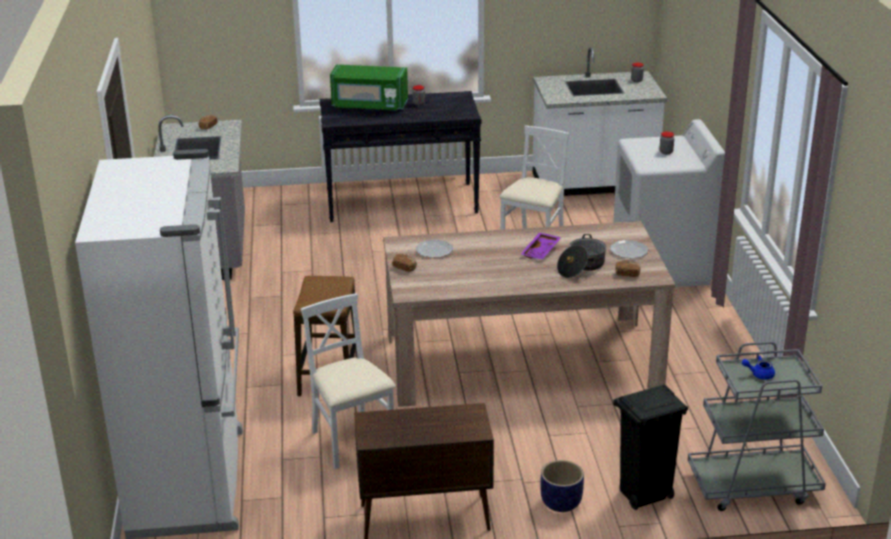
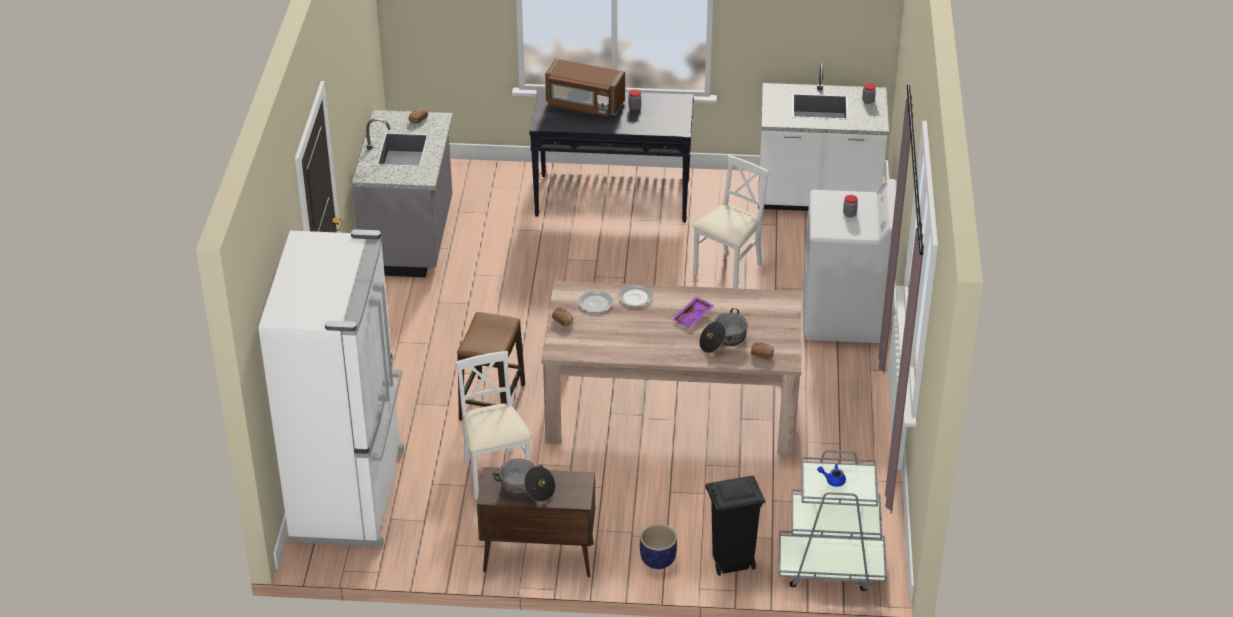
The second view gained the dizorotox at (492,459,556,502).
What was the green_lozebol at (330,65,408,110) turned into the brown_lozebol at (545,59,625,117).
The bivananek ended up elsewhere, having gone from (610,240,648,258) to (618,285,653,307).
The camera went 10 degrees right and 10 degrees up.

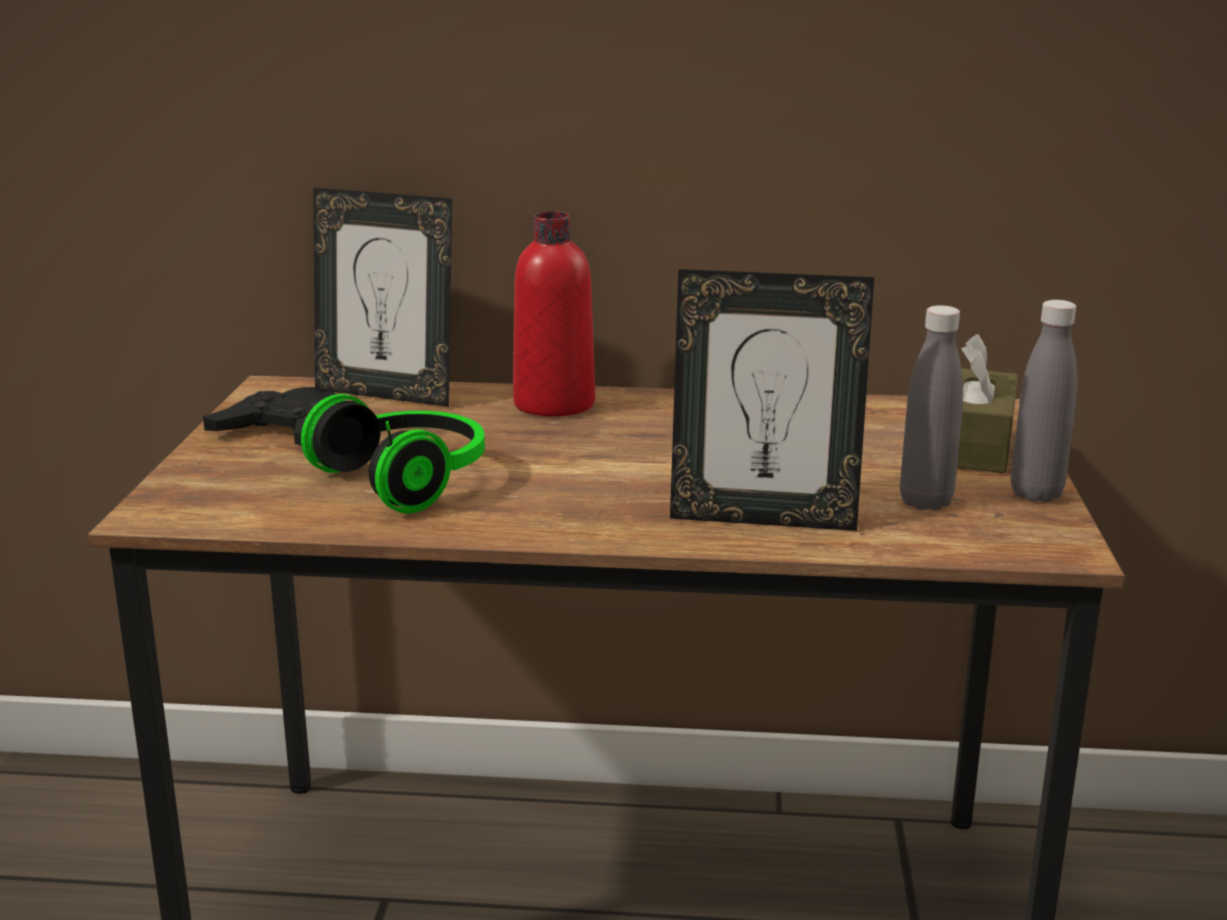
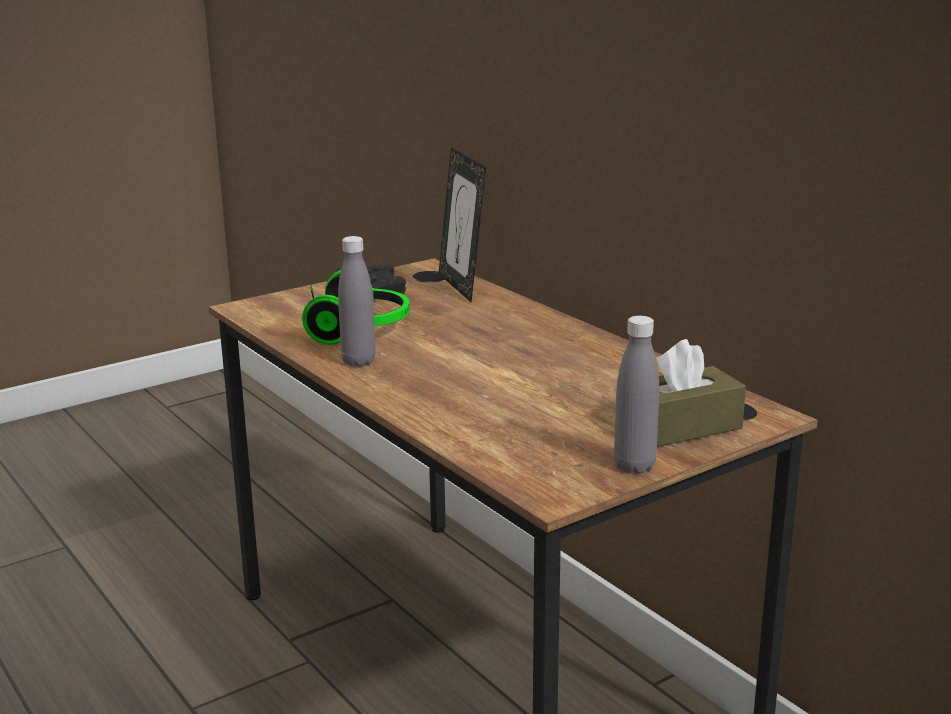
The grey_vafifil ended up elsewhere, having gone from (900,305,963,510) to (338,236,376,367).
The second view lost the red_vafifil at (513,212,595,417).
The second view lost the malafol at (670,269,874,531).
The camera went 50 degrees right and 0 degrees up.

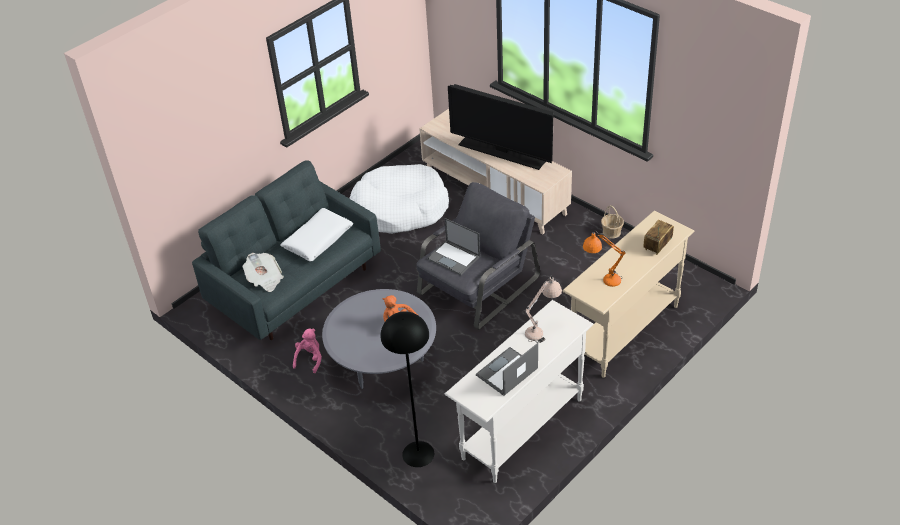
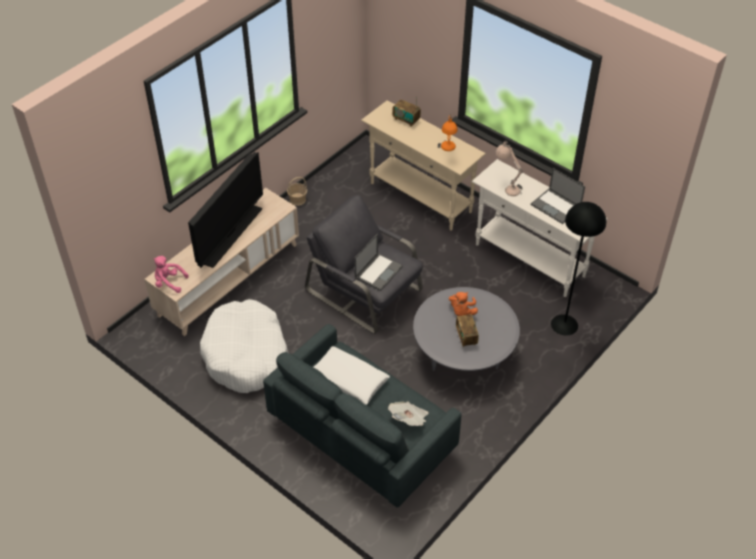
The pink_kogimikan ended up elsewhere, having gone from (293,329,322,373) to (154,256,189,293).
The second view gained the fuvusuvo at (456,314,479,347).
The camera went 95 degrees left and 5 degrees up.

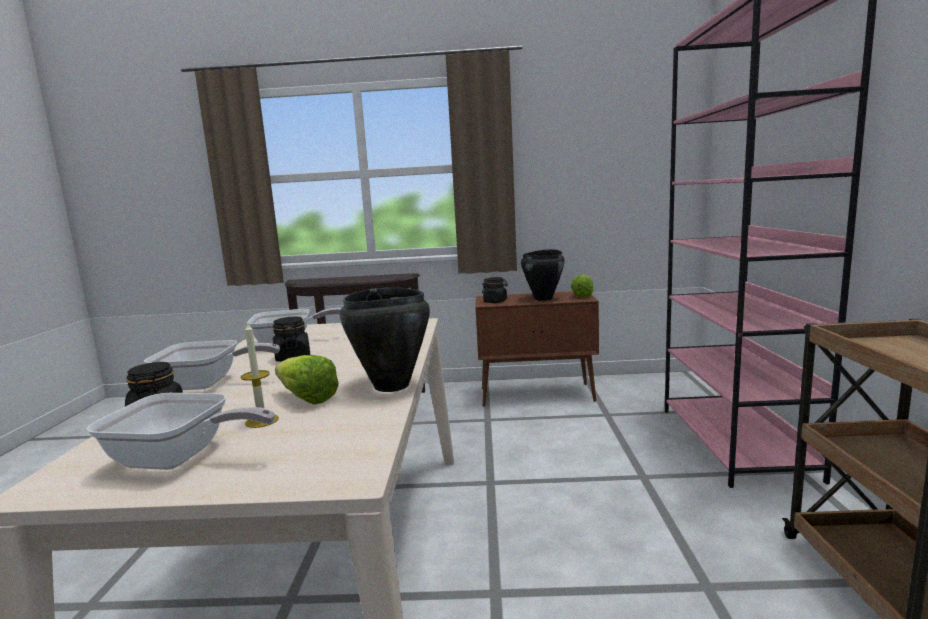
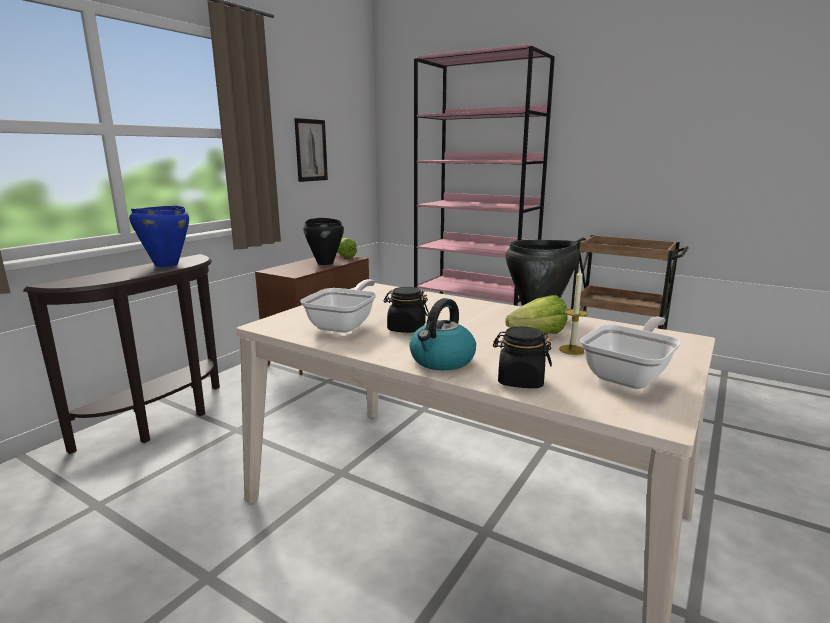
The second view gained the blue_dizorotox at (129,206,189,267).
The second view gained the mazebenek at (294,118,328,182).
Where the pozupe stood at (144,340,280,390), the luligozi came to stand at (409,298,476,370).
The second view lost the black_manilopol at (482,277,508,303).
The camera went 60 degrees left and 5 degrees up.

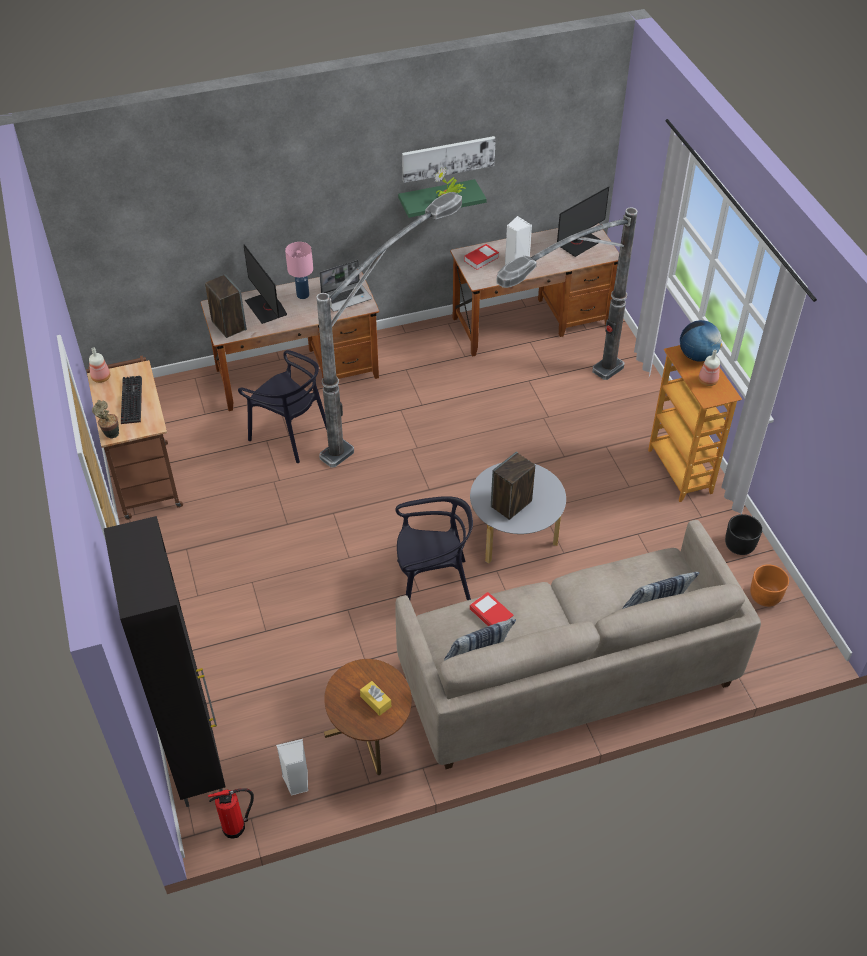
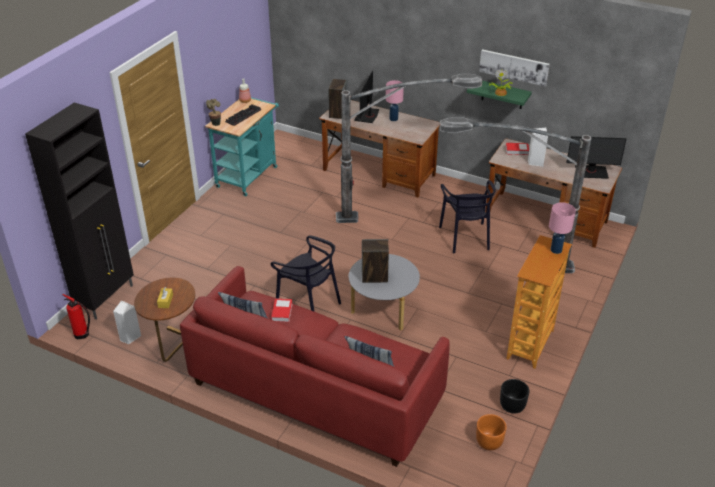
What was the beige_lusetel at (395,520,761,769) turned into the red_lusetel at (180,266,450,467).
What was the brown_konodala at (86,355,183,520) turned into the turquoise_konodala at (205,97,279,196).
The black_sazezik ended up elsewhere, having gone from (238,350,327,463) to (439,180,496,253).
Where the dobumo stood at (680,320,722,362), the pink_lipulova came to stand at (549,202,576,254).
The second view lost the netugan at (319,260,372,312).
The second view lost the vafifil at (698,350,720,386).
The camera went 45 degrees right and 10 degrees down.

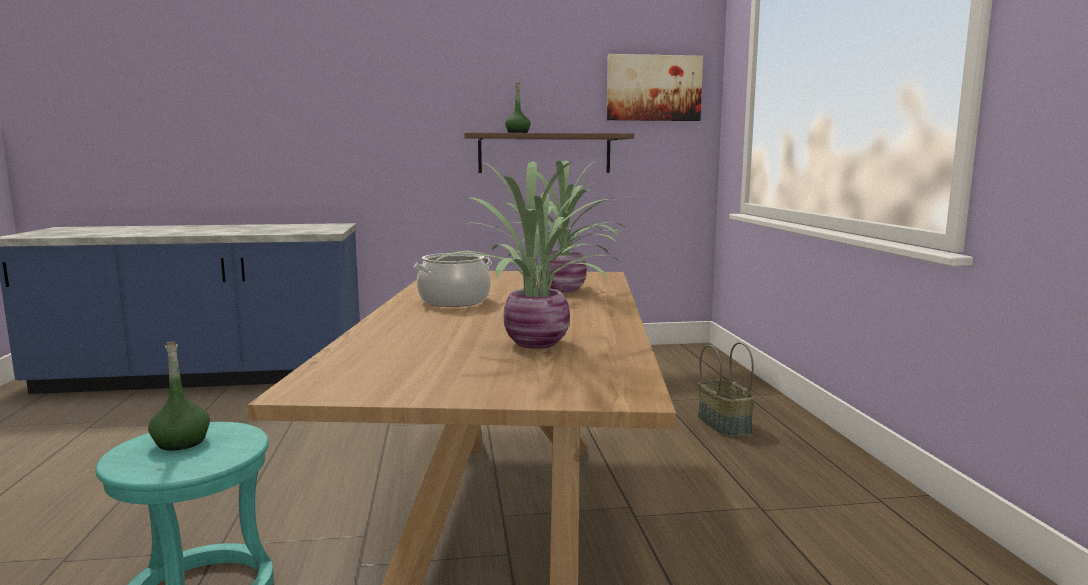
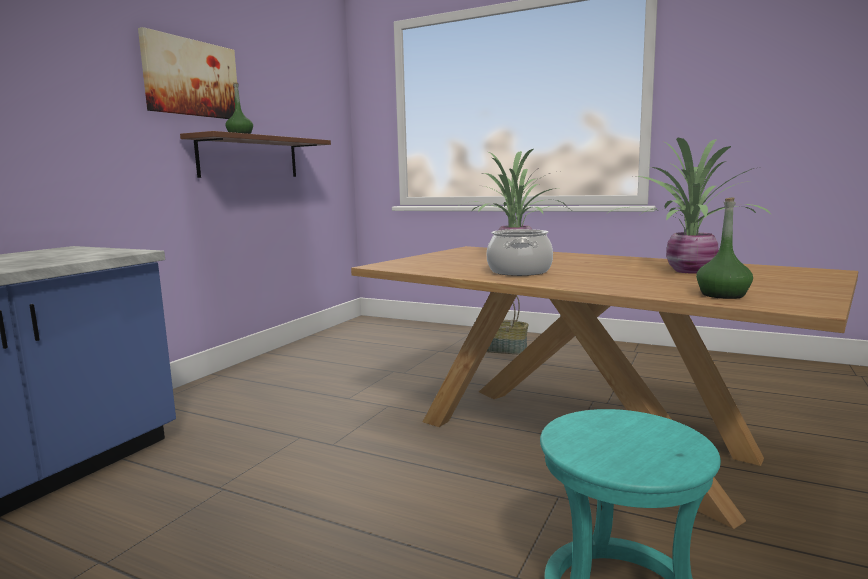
The mazebenek ended up elsewhere, having gone from (607,54,703,121) to (138,27,237,119).
The green_vafifil ended up elsewhere, having gone from (148,341,210,451) to (696,197,753,299).
The camera went 55 degrees left and 0 degrees up.

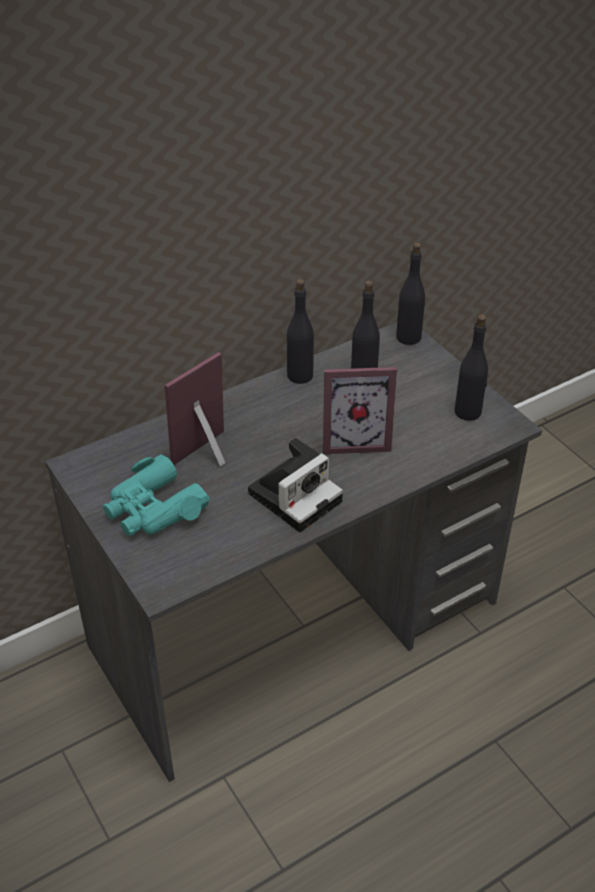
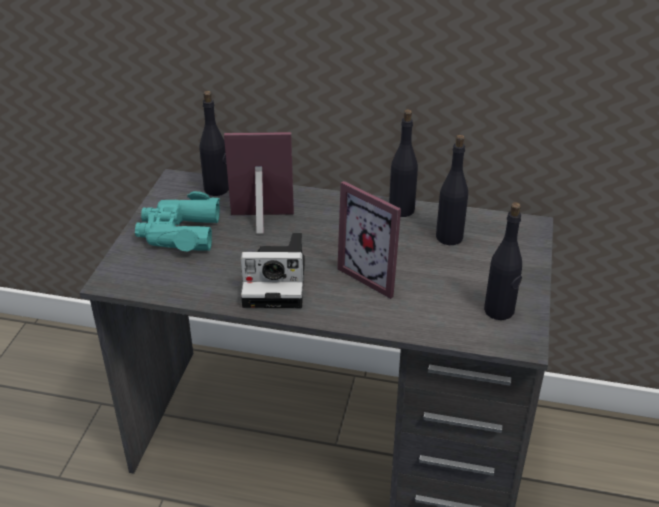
The black_vafifil ended up elsewhere, having gone from (396,243,425,345) to (200,91,229,196).
The camera went 45 degrees right and 5 degrees down.

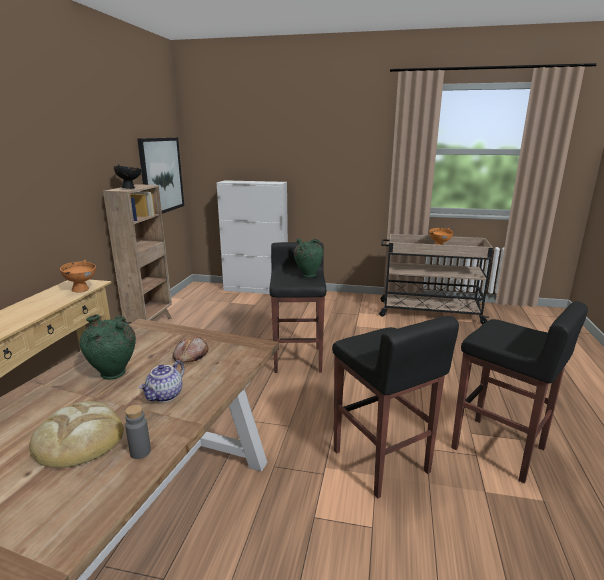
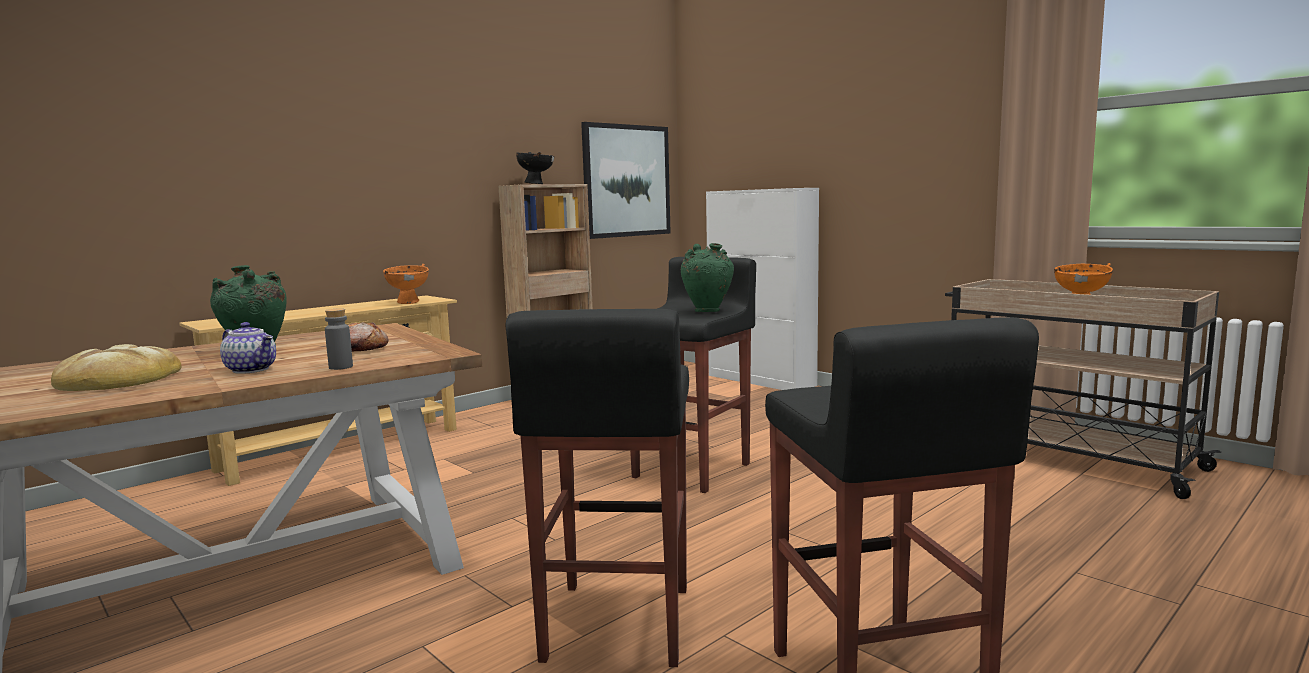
The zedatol at (139,360,185,402) ended up facing another way, 120 degrees counterclockwise from before.
The grey_vafifil ended up elsewhere, having gone from (125,405,151,459) to (325,308,353,370).
The camera went 35 degrees right and 10 degrees down.

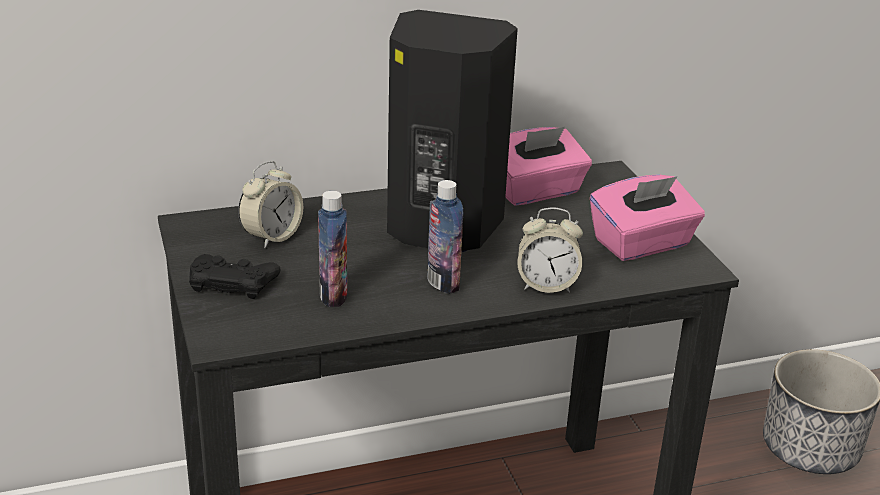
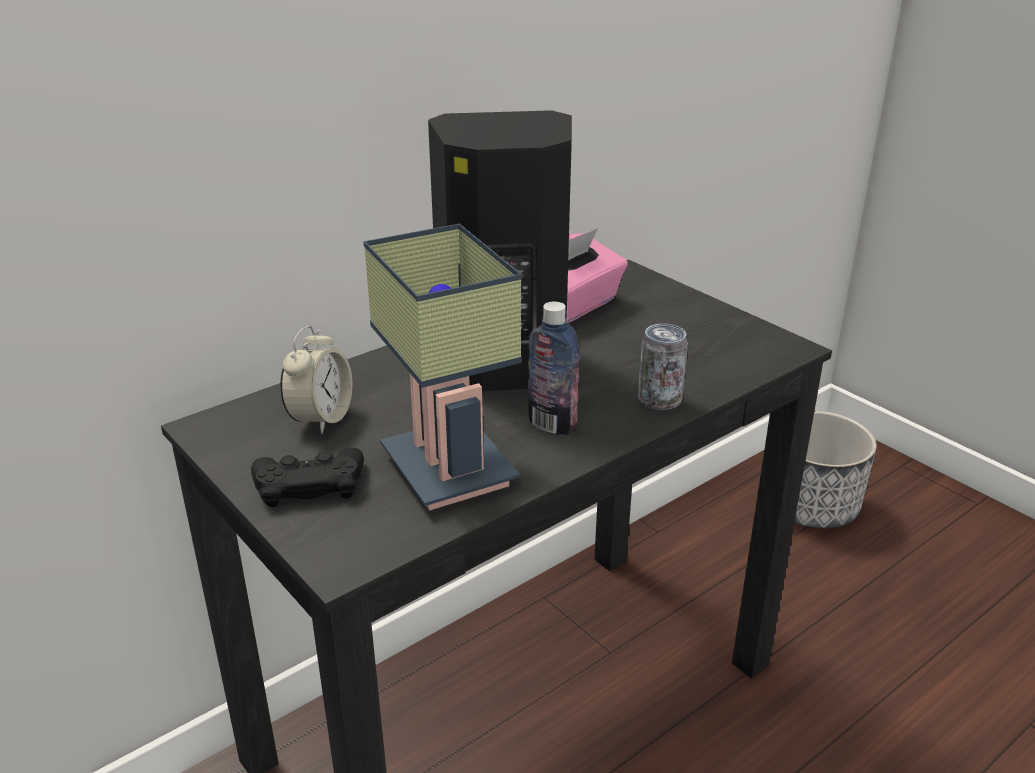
Where the vafifil stood at (318,191,347,307), the lipulova came to stand at (363,224,522,511).
Where the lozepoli stood at (517,207,583,293), the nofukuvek came to stand at (638,324,688,410).
The second view lost the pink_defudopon at (590,174,705,261).
The camera went 20 degrees left and 0 degrees up.

